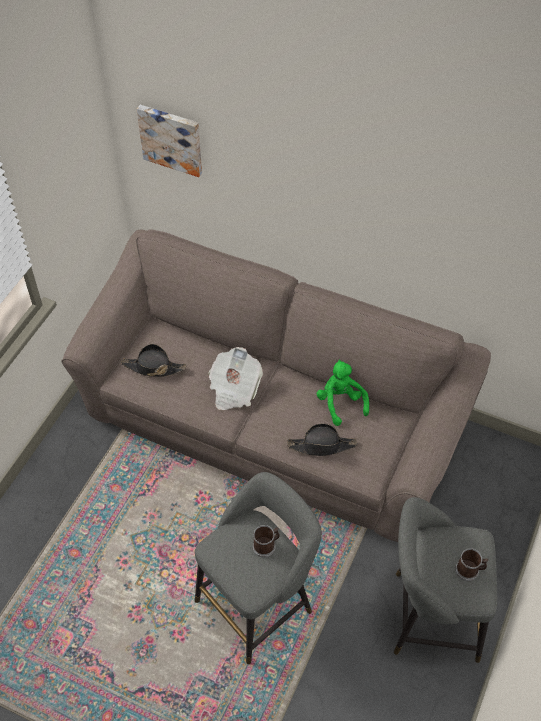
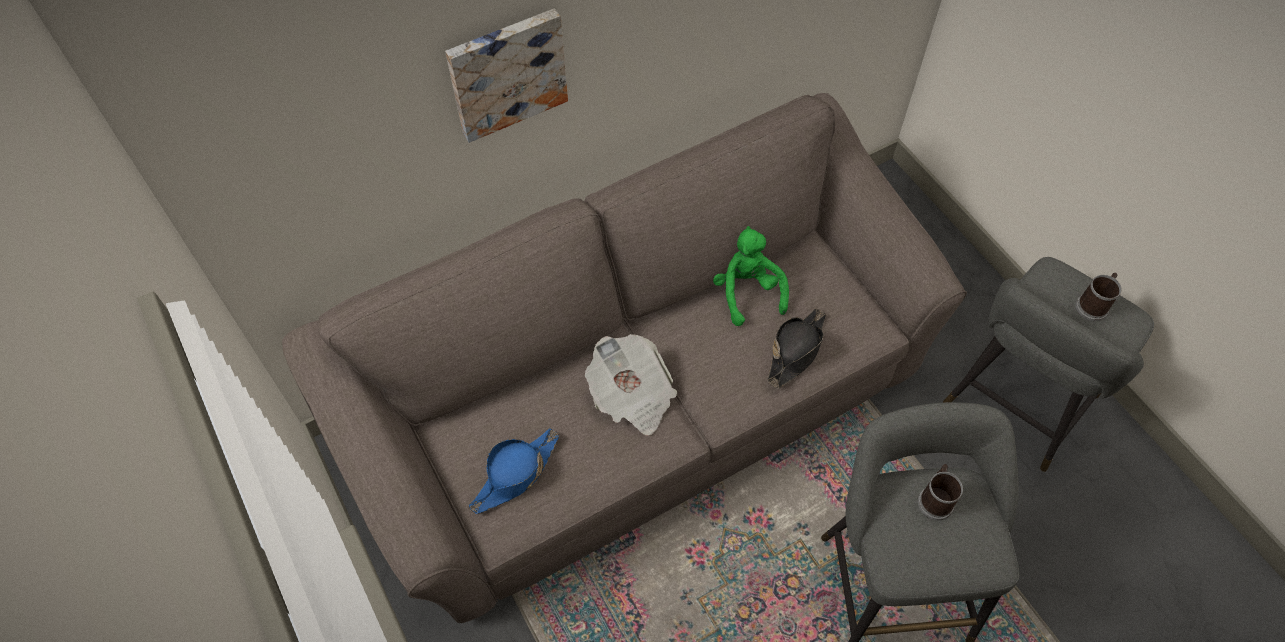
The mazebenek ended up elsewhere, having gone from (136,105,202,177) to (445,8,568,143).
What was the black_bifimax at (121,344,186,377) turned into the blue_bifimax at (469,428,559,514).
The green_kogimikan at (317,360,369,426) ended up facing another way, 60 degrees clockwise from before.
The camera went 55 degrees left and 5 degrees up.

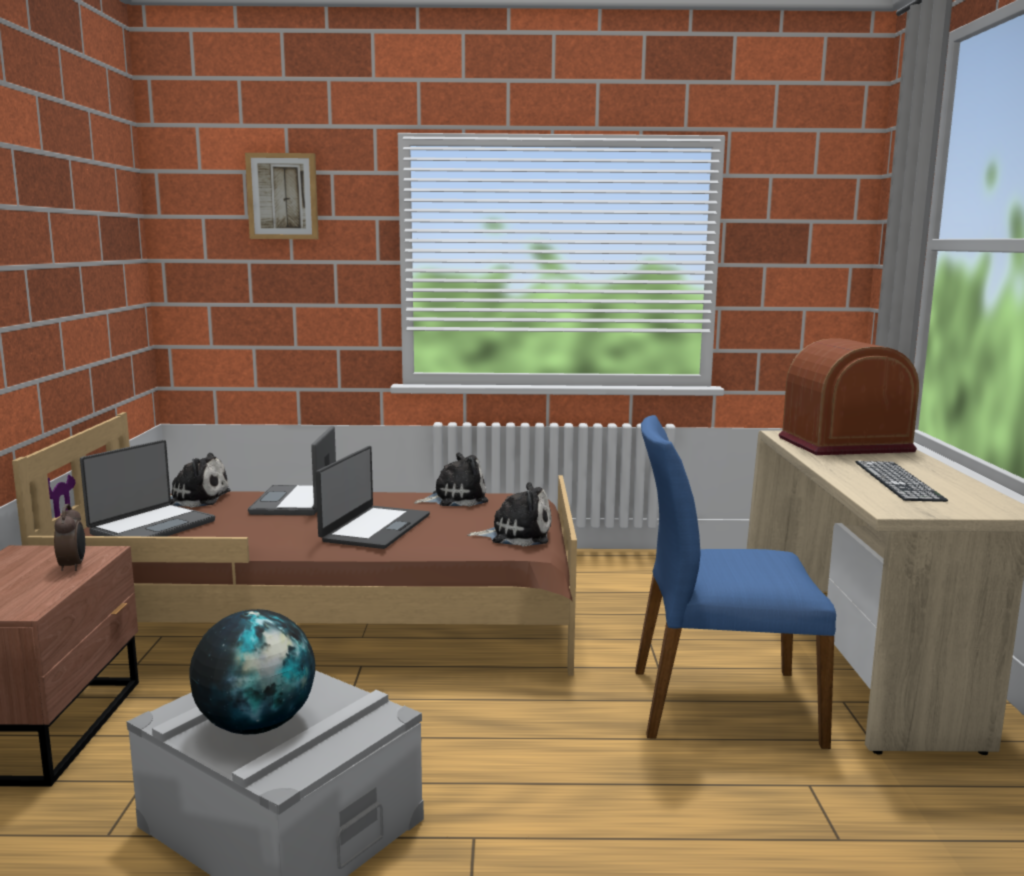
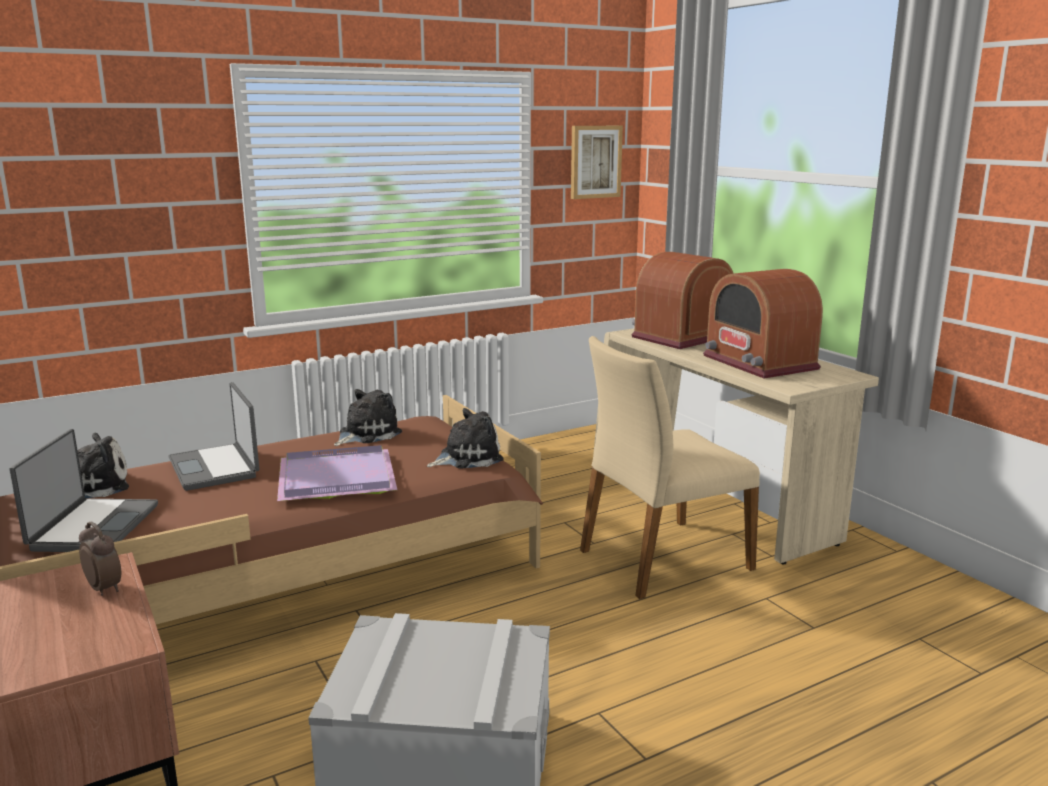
Where the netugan stood at (316,446,430,549), the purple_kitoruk came to stand at (277,445,397,501).
The mazebenek ended up elsewhere, having gone from (245,153,319,239) to (571,126,623,199).
What was the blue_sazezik at (635,415,836,749) turned into the beige_sazezik at (580,336,760,599).
Where the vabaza stood at (856,461,948,502), the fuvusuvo came to stand at (703,269,823,378).
The second view lost the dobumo at (189,609,315,734).
The camera went 30 degrees left and 5 degrees up.

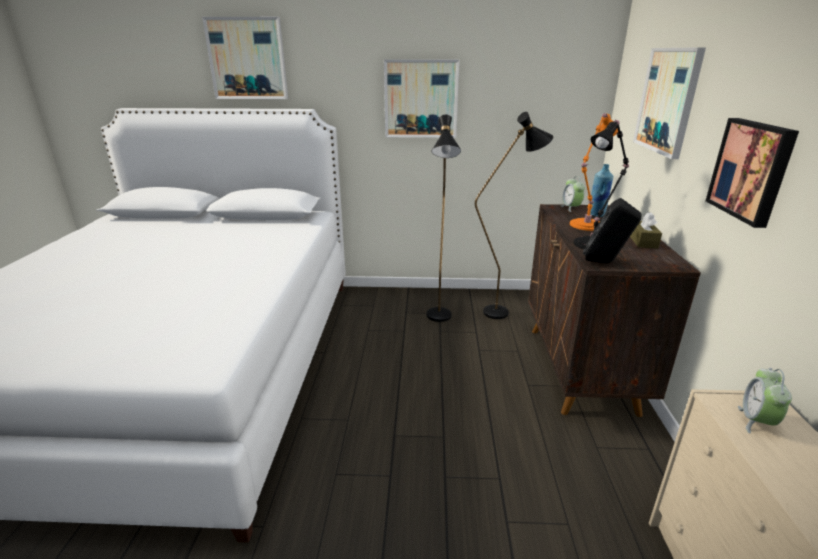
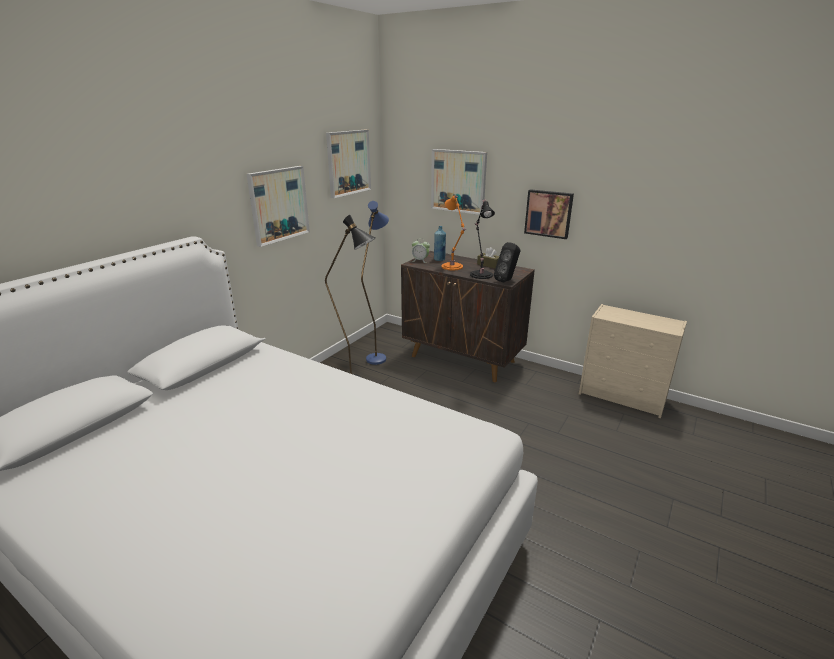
The mazebenek ended up elsewhere, having gone from (202,17,288,99) to (326,130,371,198).
What was the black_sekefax at (475,112,553,319) turned into the blue_sekefax at (361,201,389,365).
The second view lost the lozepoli at (738,368,792,433).
The camera went 60 degrees left and 0 degrees up.

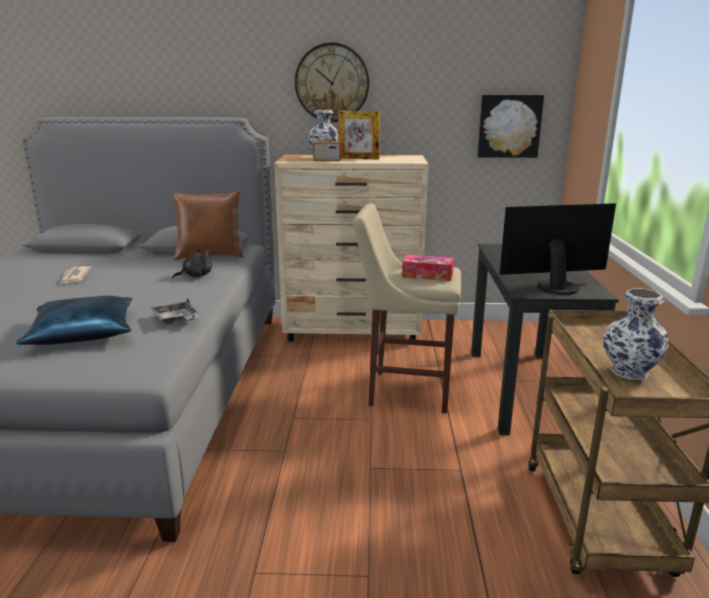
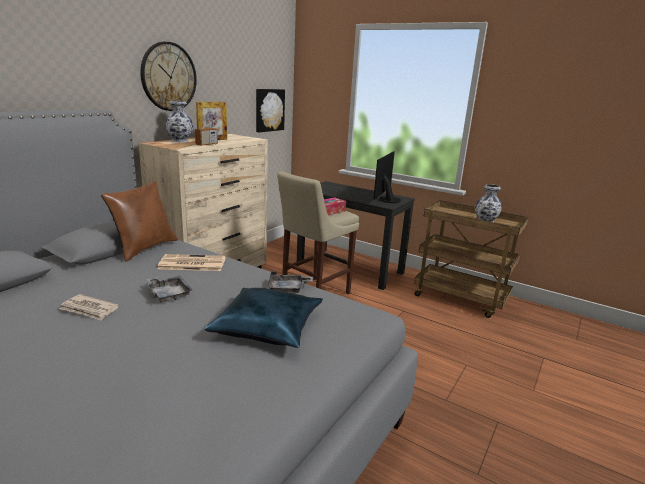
The second view gained the grey_kitoruk at (146,276,192,302).
Where the black_kogimikan stood at (173,248,212,278), the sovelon came to stand at (157,254,226,271).
The camera went 60 degrees left and 0 degrees up.

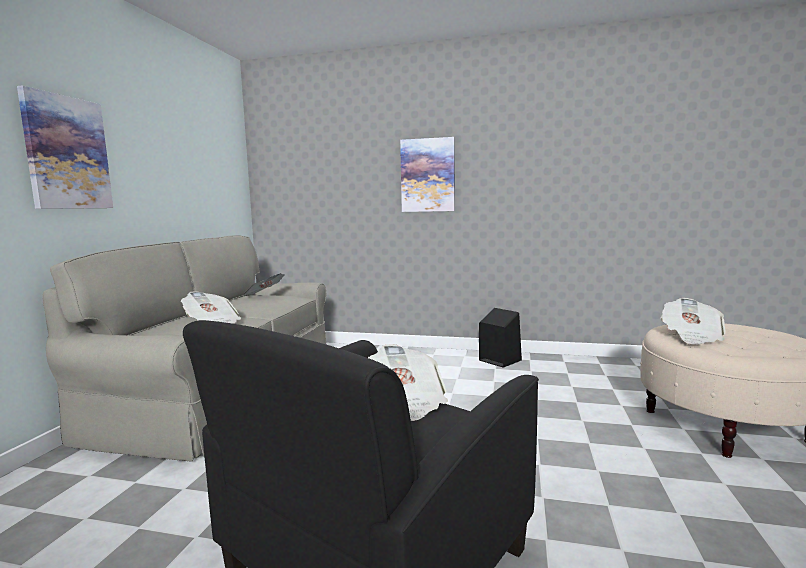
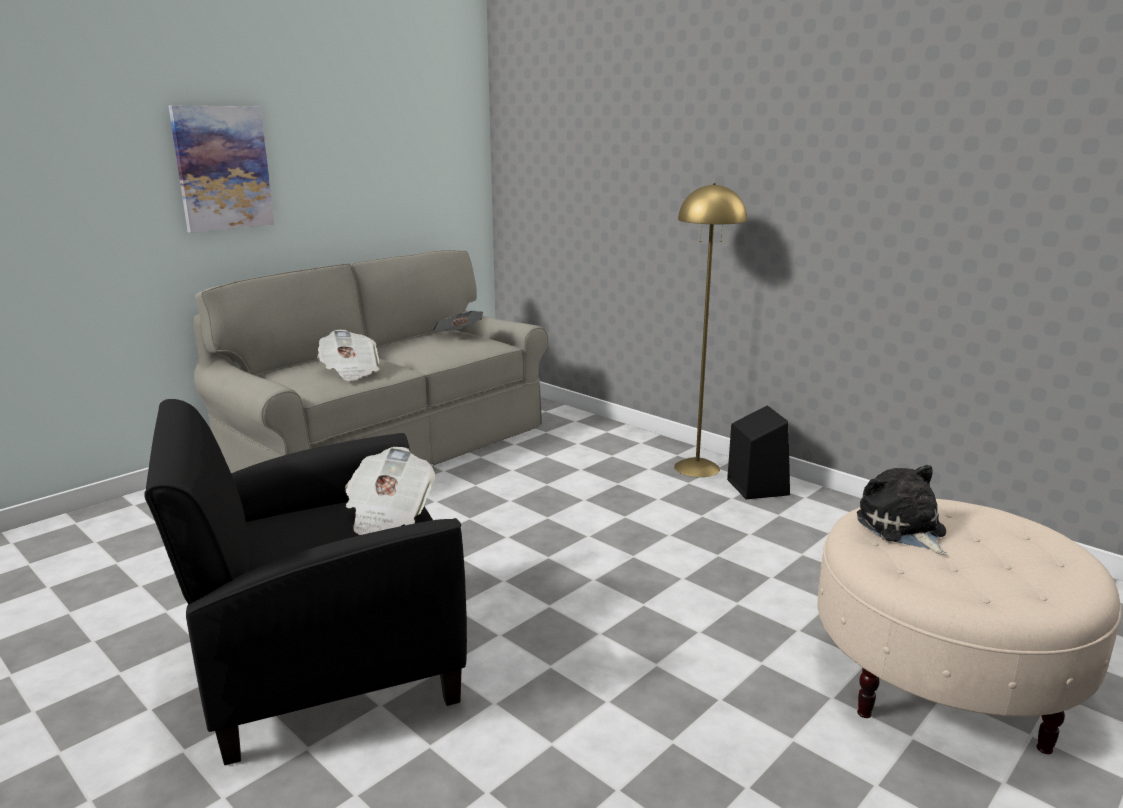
The second view gained the yellow_sekefax at (674,183,747,477).
Where the sovelon stood at (661,298,725,345), the kogimikan came to stand at (857,465,947,555).
The second view lost the mazebenek at (400,137,455,212).
The camera went 30 degrees right and 10 degrees up.

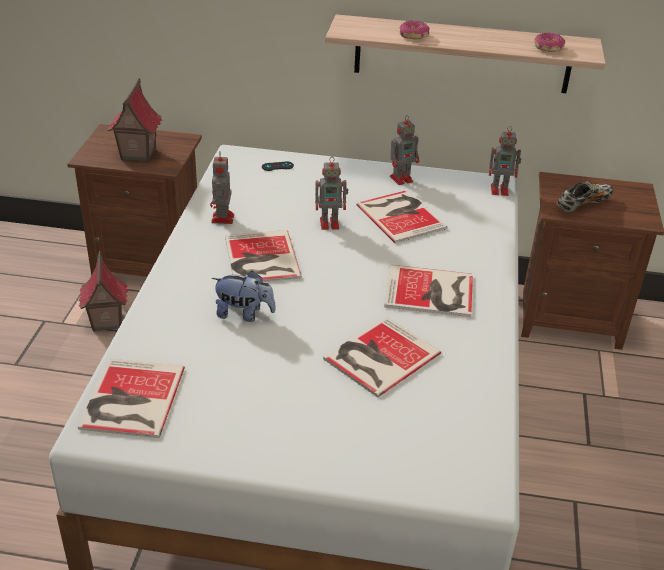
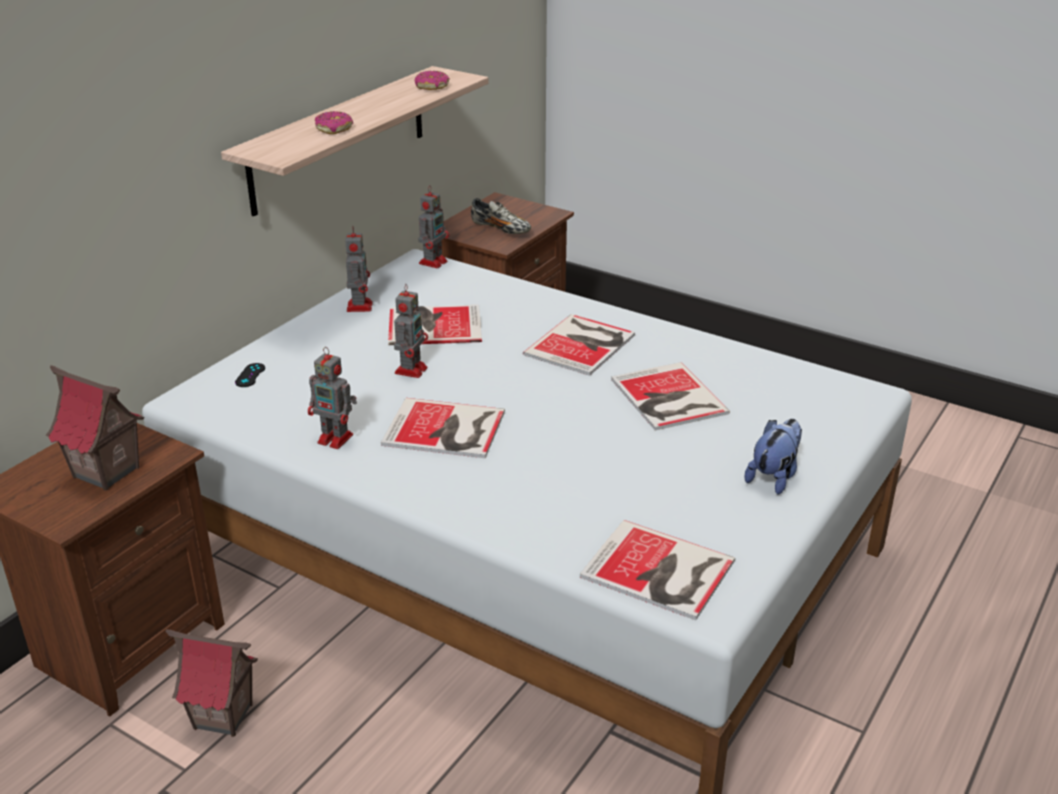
The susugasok at (557,181,614,212) ended up facing another way, 135 degrees clockwise from before.
The kogimikan ended up elsewhere, having gone from (212,271,276,322) to (744,419,802,495).
The camera went 65 degrees left and 5 degrees down.

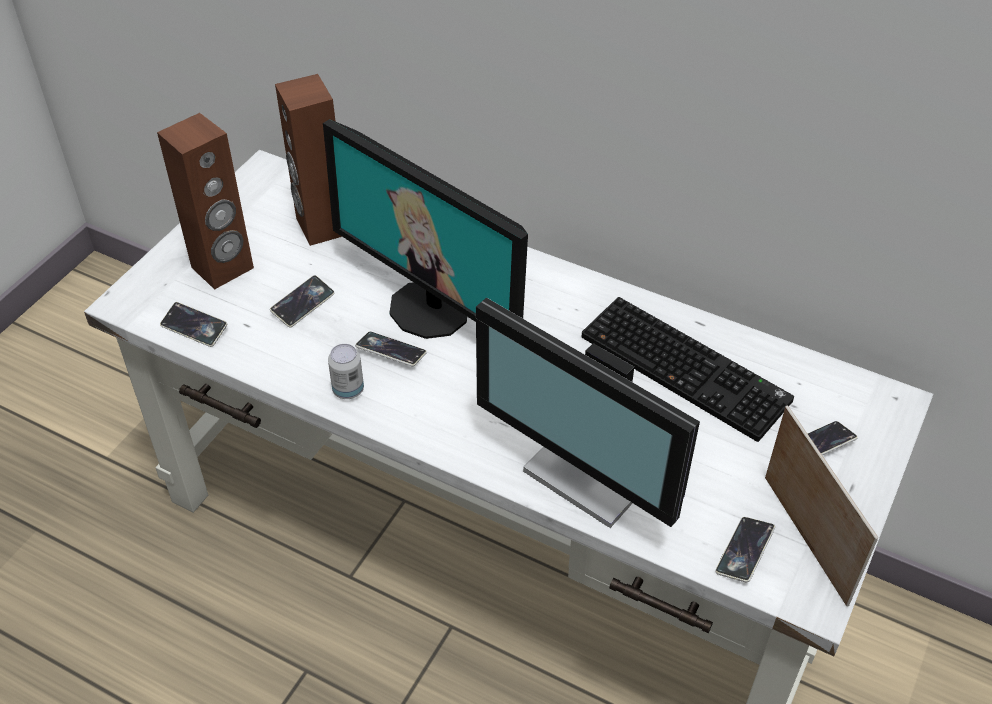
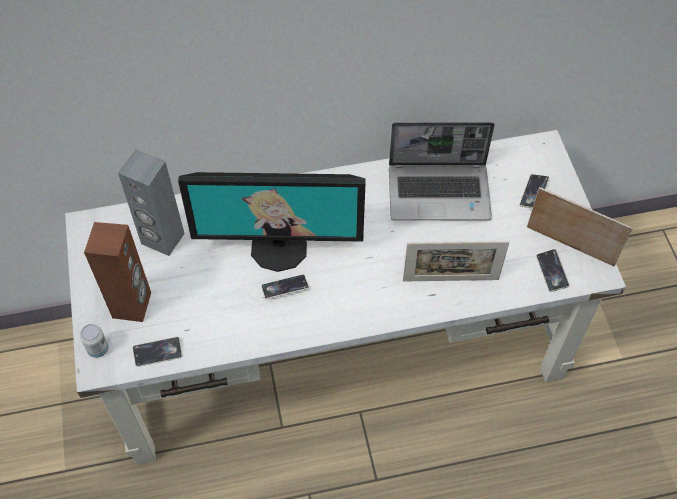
The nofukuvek ended up elsewhere, having gone from (328,344,364,399) to (80,324,109,358).
What was the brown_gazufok at (275,74,342,246) turned into the grey_gazufok at (118,150,185,256).
Where the vabaza stood at (582,297,794,442), the netugan came to stand at (389,122,495,220).
Where the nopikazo stood at (476,297,700,528), the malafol came to stand at (403,241,510,282).
The second view lost the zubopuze at (270,275,335,327).
The camera went 40 degrees left and 10 degrees up.

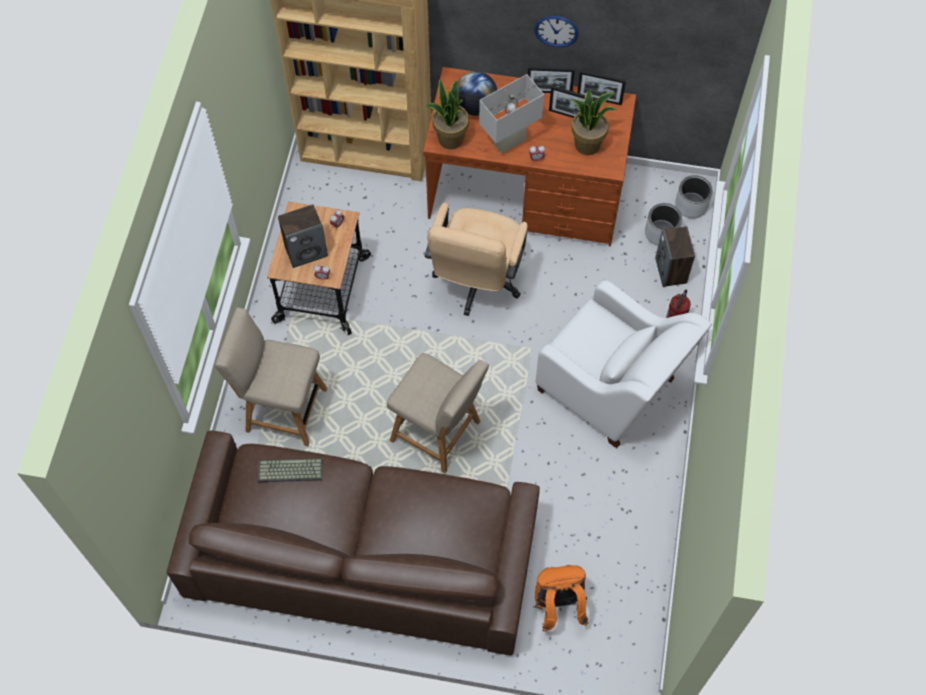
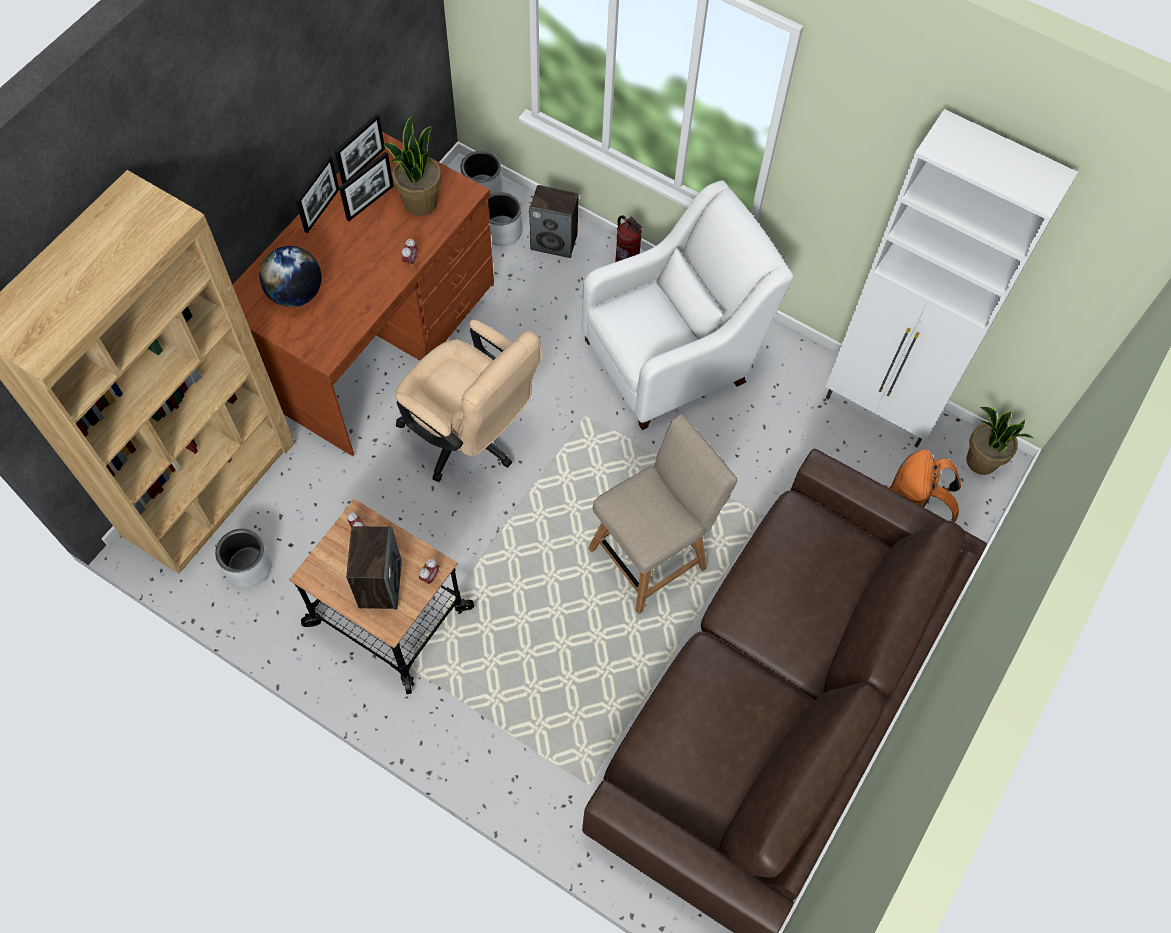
The second view gained the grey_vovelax at (215,529,272,587).
The second view gained the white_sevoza at (826,109,1078,447).
The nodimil ended up elsewhere, having gone from (427,79,469,149) to (966,407,1033,475).
The second view lost the beige_sazezik at (215,307,327,447).
The second view lost the vabaza at (258,459,323,482).
The second view lost the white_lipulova at (479,74,544,154).
The second view lost the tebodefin at (534,16,579,47).
The camera went 70 degrees left and 0 degrees up.

